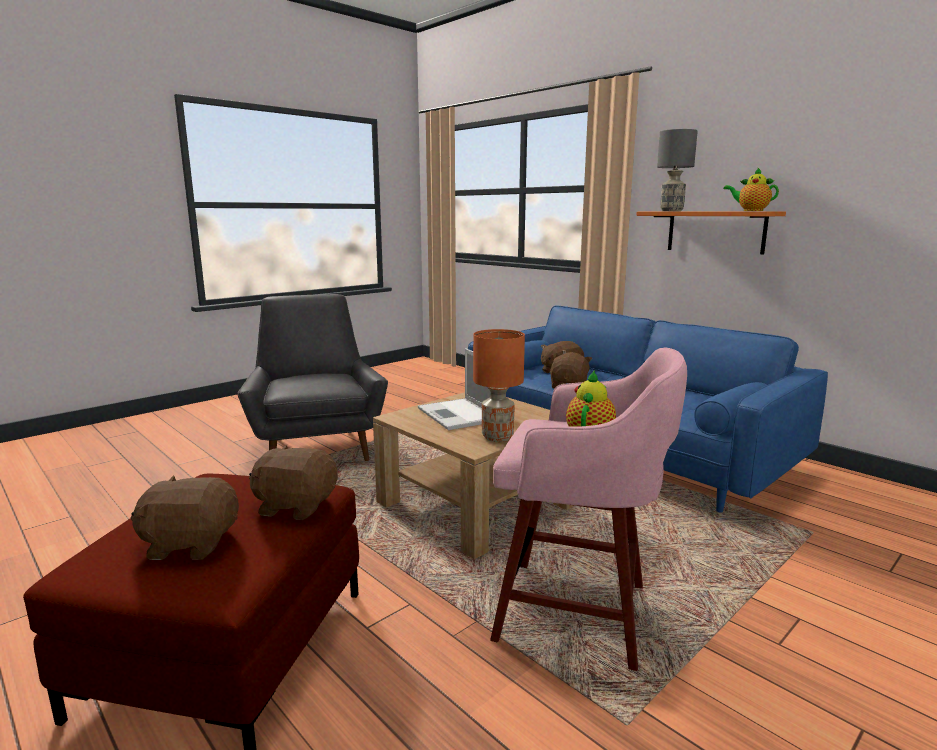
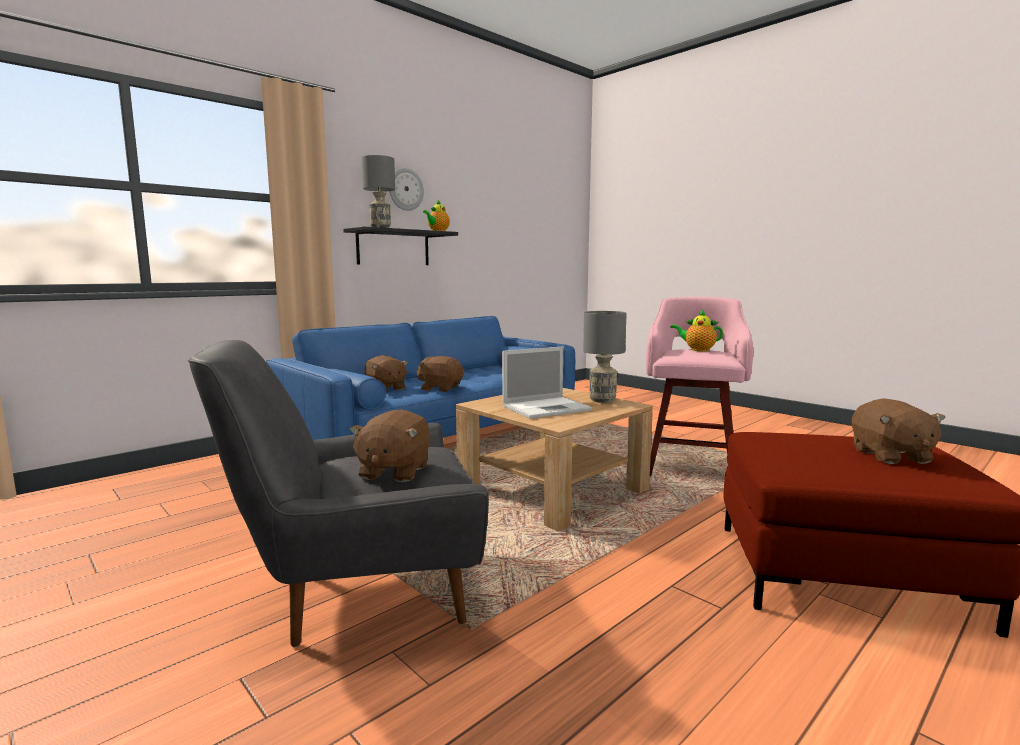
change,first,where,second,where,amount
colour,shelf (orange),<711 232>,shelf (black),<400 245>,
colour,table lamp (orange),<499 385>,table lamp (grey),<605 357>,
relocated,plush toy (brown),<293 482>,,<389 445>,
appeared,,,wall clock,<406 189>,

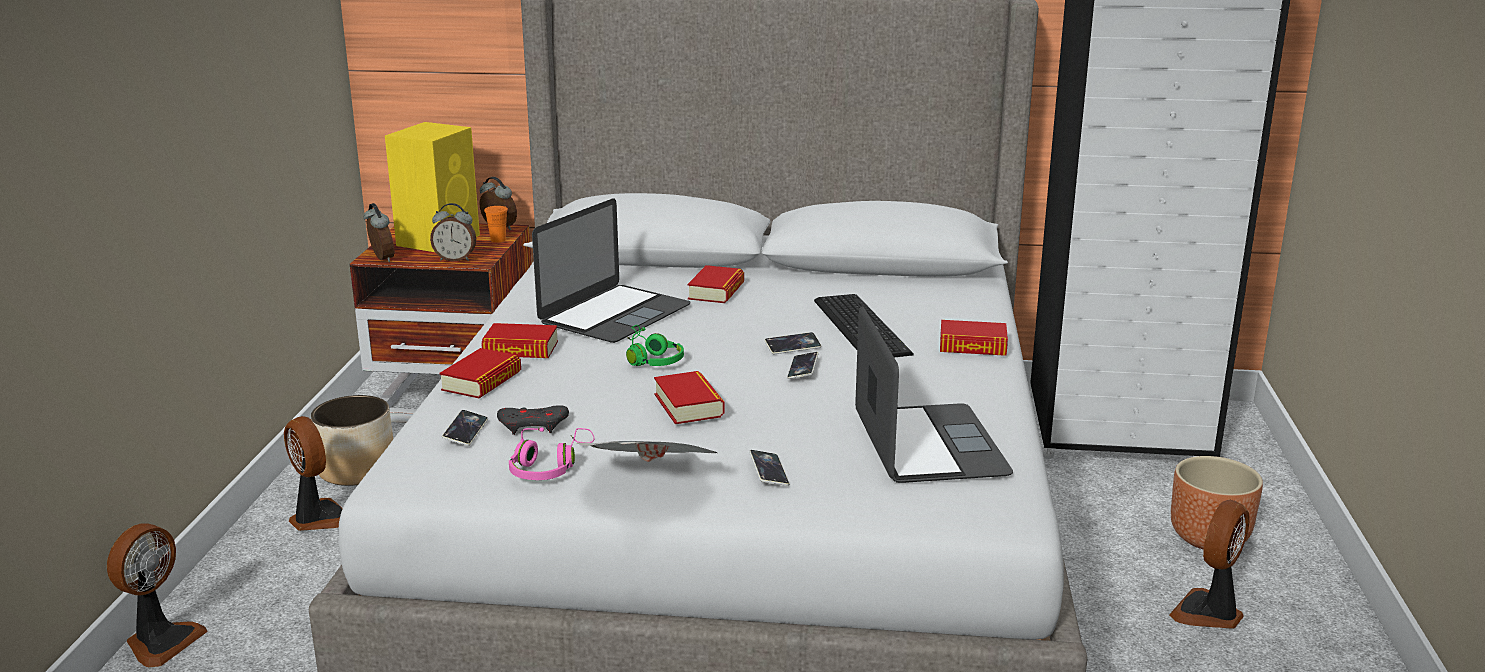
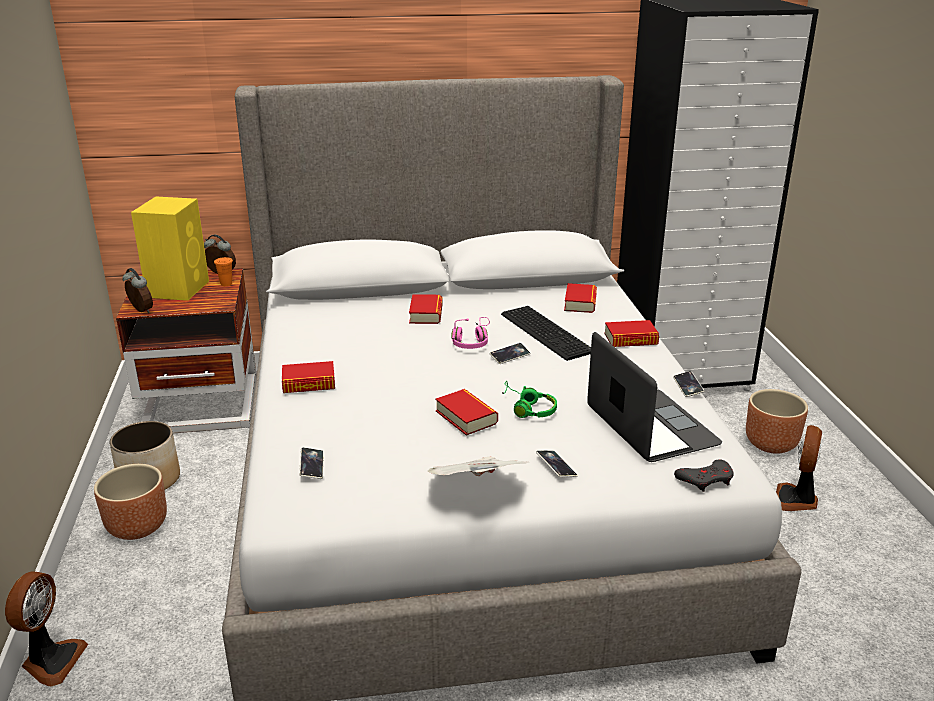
change,first,where,second,where,amount
missing,laptop,<611 271>,,,
missing,alarm clock,<453 232>,,,
relocated,headphones (green),<655 345>,,<529 399>,
relocated,book,<480 373>,,<580 298>,
relocated,phone,<803 365>,,<688 384>,
relocated,game controller (grey),<533 420>,,<704 475>,
exchanged,fan,<313 473>,planter (brown),<130 502>,
relocated,headphones (pink),<552 453>,,<470 333>,

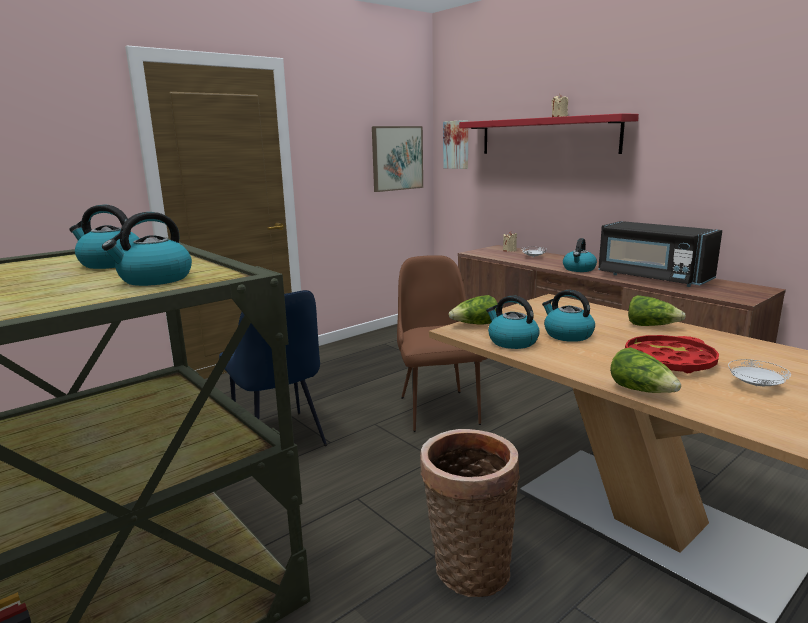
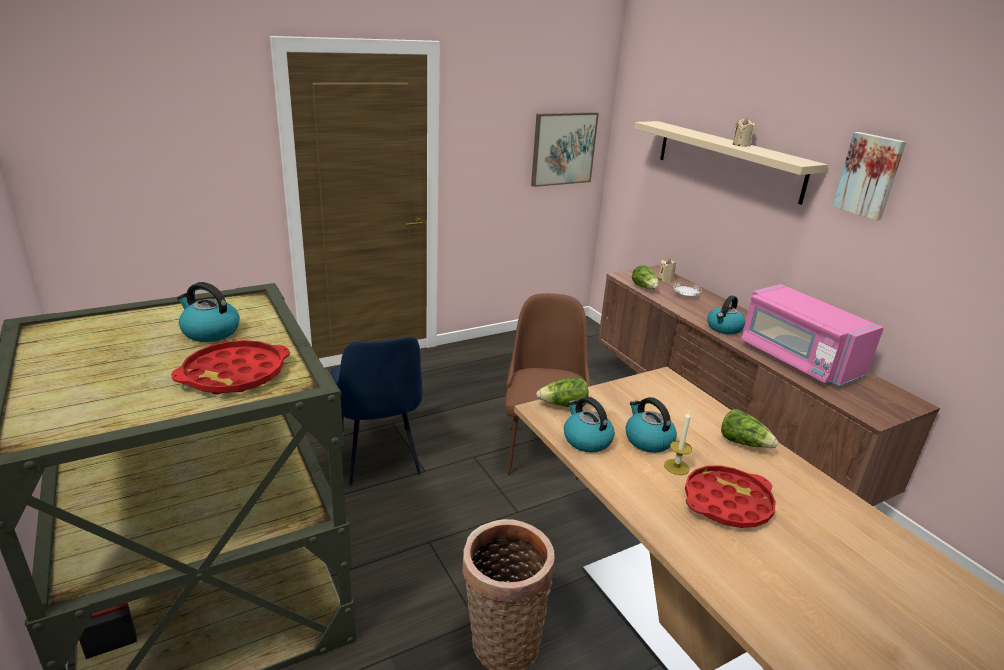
change,first,where,second,where,amount
colour,shelf (red),<549 133>,shelf (beige),<731 163>,
relocated,picture,<455 144>,,<869 176>,
exchanged,kettle,<147 249>,tray (red),<230 367>,
colour,microwave (black),<660 254>,microwave (pink),<812 335>,
relocated,lettuce,<645 370>,,<645 277>,
missing,plate (white),<759 372>,,,
appeared,,,candle,<678 443>,

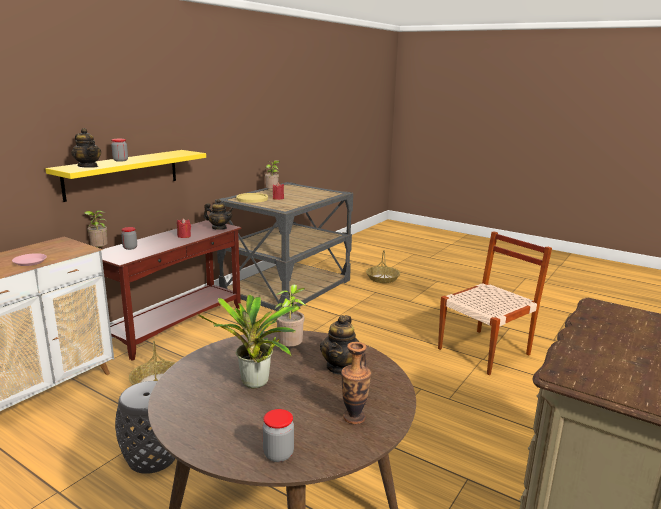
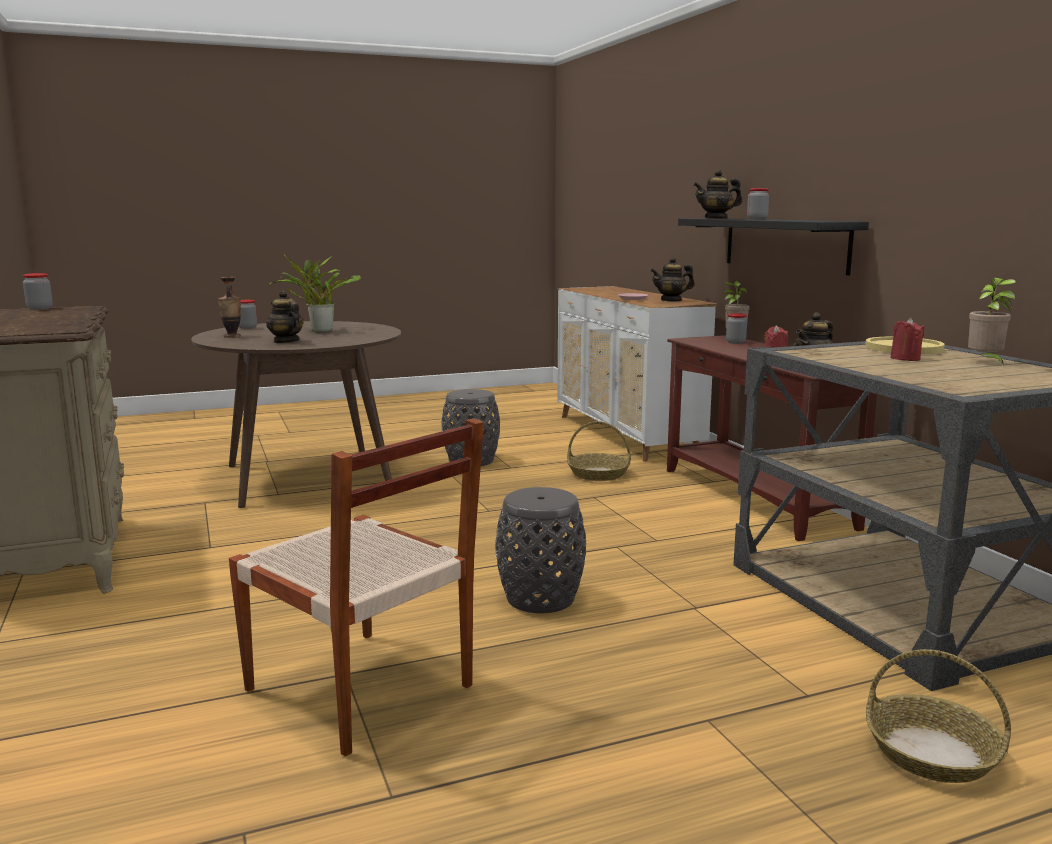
change,first,where,second,where,amount
colour,shelf (yellow),<125 176>,shelf (black),<773 246>,
spun,chair,<495 303>,,<356 587>,45 degrees counterclockwise
missing,potted plant,<290 315>,,,
appeared,,,teapot,<672 279>,
appeared,,,jar,<38 291>,
appeared,,,stool (grey),<540 550>,

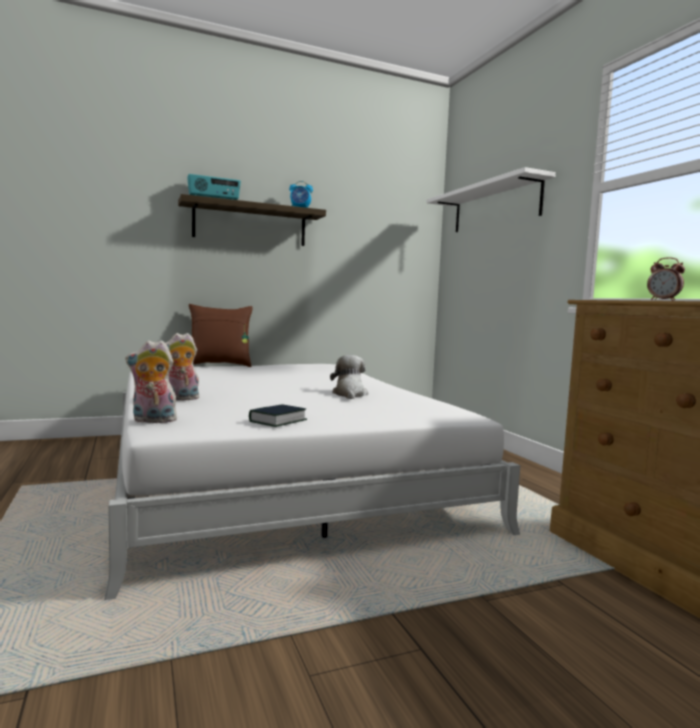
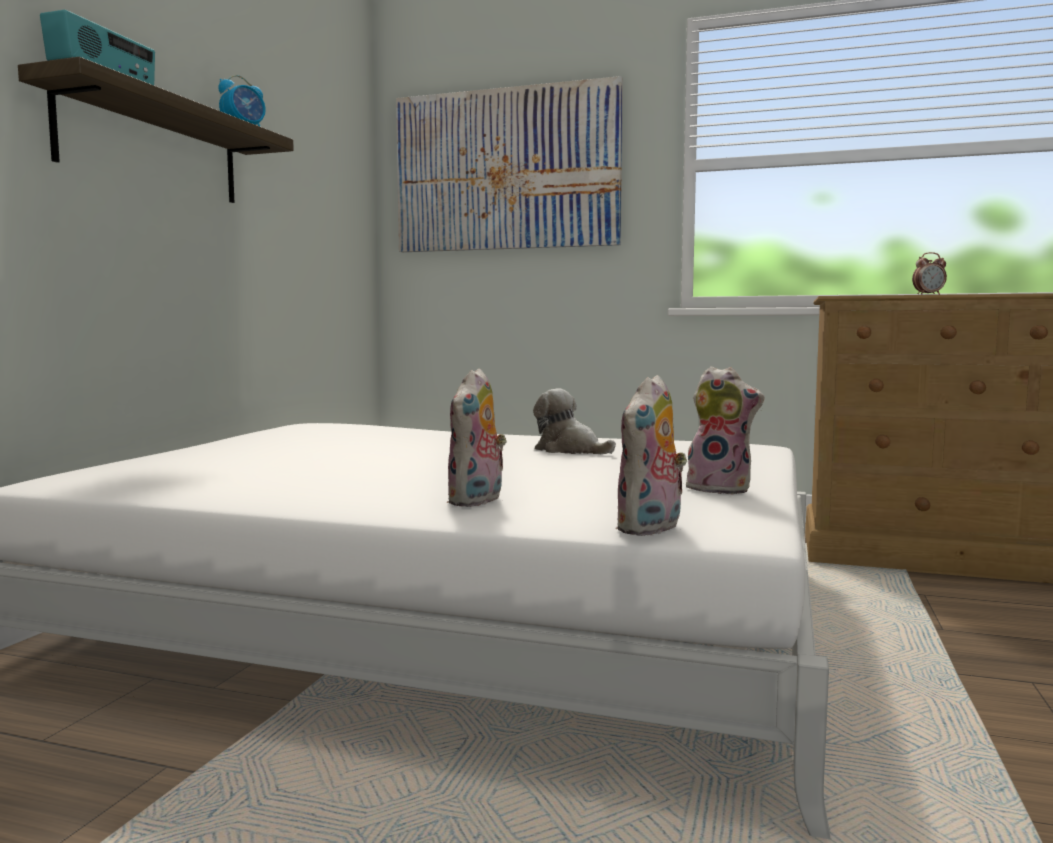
change,first,where,second,where,amount
exchanged,shelf (white),<491 199>,picture,<509 164>,
missing,pillow (brown),<221 335>,,,
exchanged,book,<278 415>,plush toy,<725 430>,

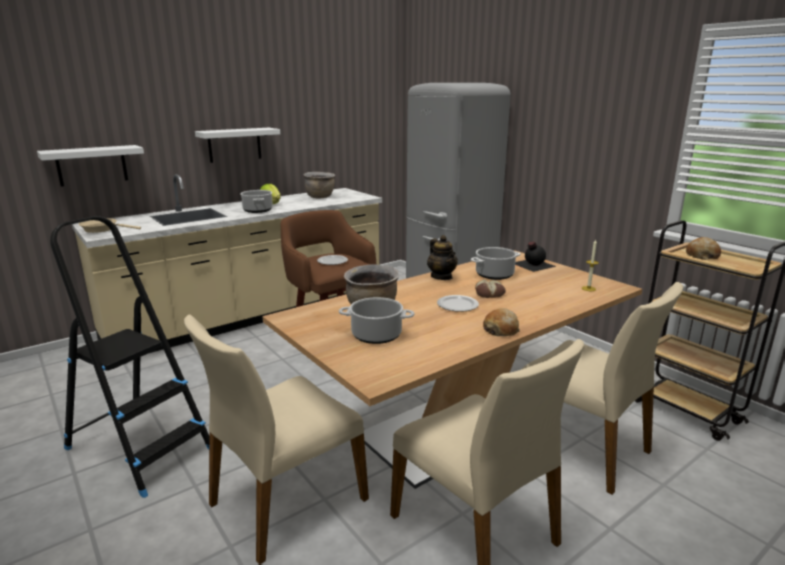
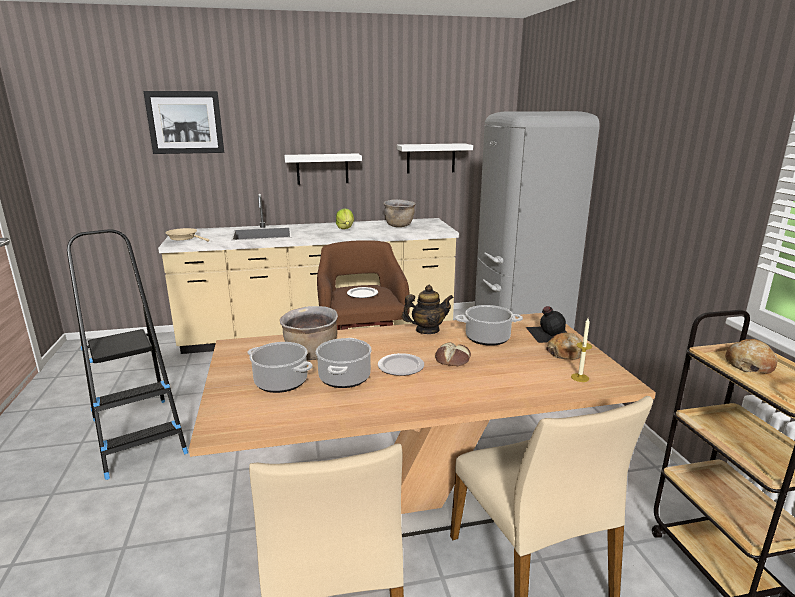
change,first,where,second,where,amount
relocated,shelf (white),<90 166>,,<435 158>,
relocated,cooking pot,<256 201>,,<344 363>,
spun,teapot,<442 257>,,<428 309>,105 degrees counterclockwise
relocated,bread,<501 322>,,<564 346>,
missing,chair (beige),<276 439>,,,
appeared,,,picture,<183 122>,

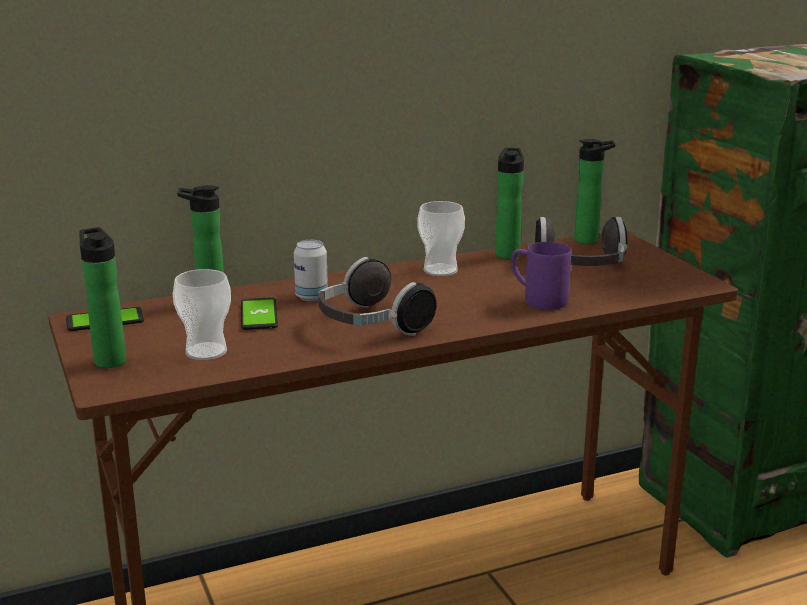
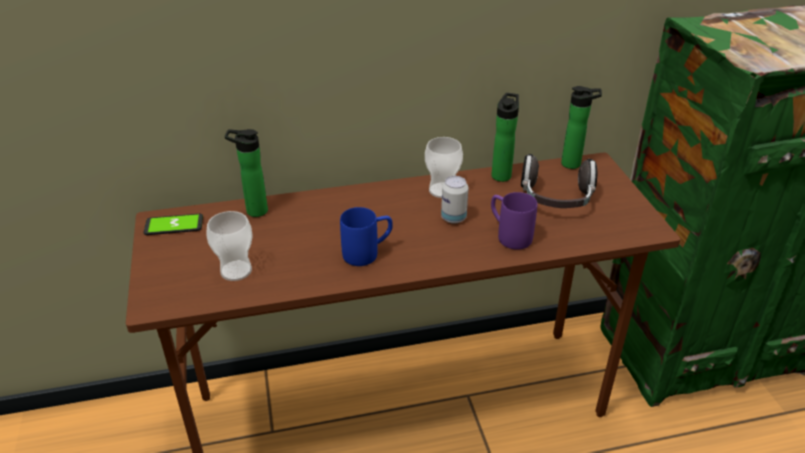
change,first,where,second,where,amount
missing,bottle,<103 297>,,,
relocated,can,<311 270>,,<454 200>,
exchanged,headphones,<377 296>,mug (blue),<366 236>,
missing,phone,<259 314>,,,

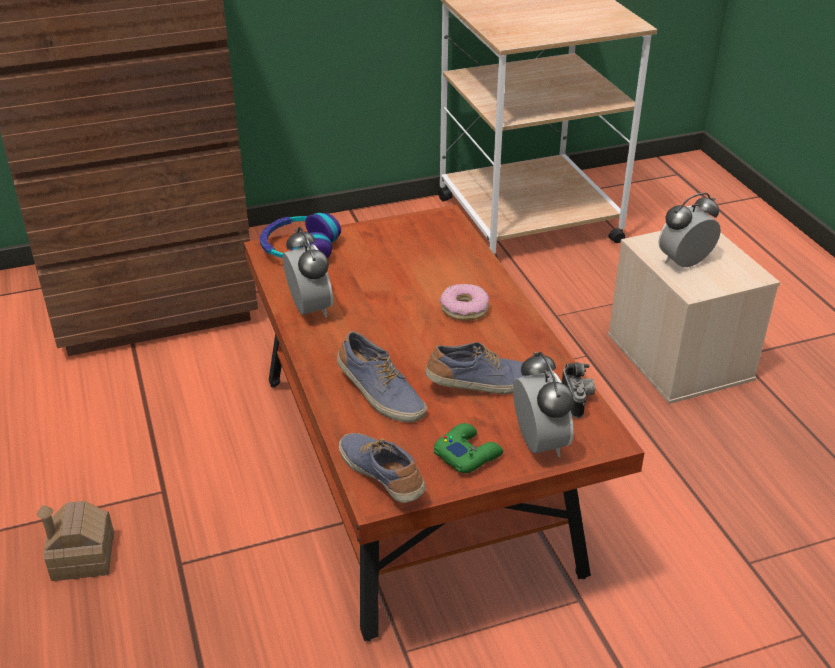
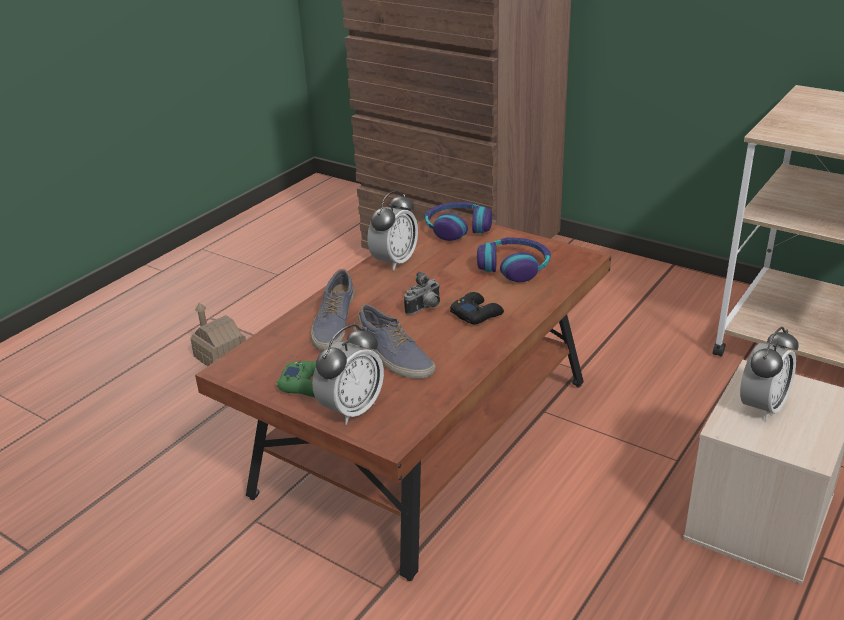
change,first,where,second,where,amount
spun,alarm clock,<689 230>,,<769 374>,105 degrees clockwise
exchanged,donut,<464 302>,game controller (black),<477 308>,
relocated,photo camera,<578 390>,,<422 293>,
missing,shoe,<382 468>,,,
appeared,,,headphones,<514 260>,

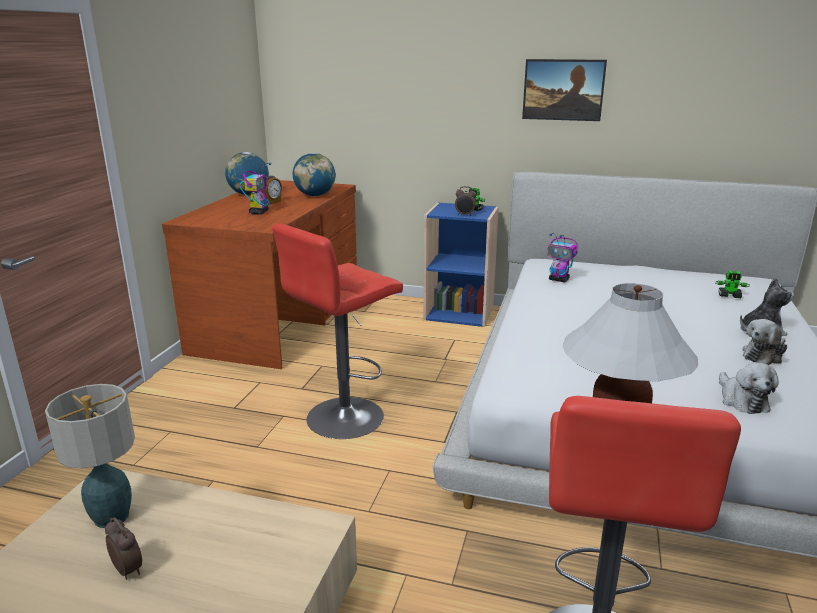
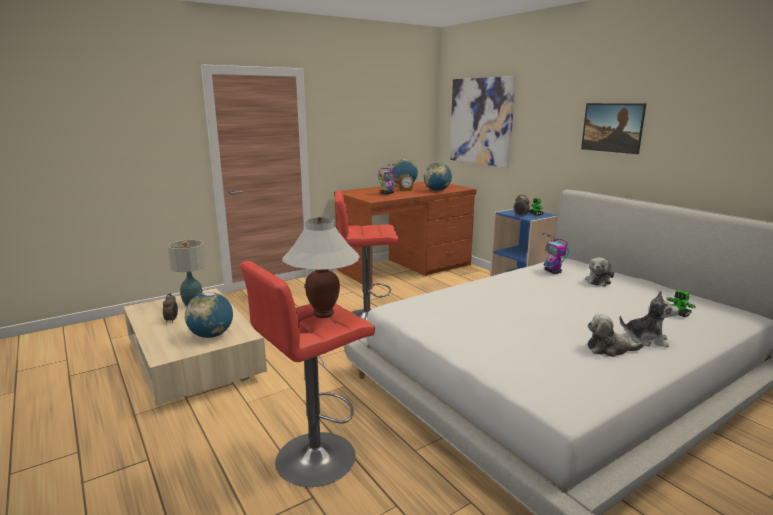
change,first,where,second,where,amount
relocated,plush toy,<749 388>,,<599 272>,
appeared,,,picture,<483 122>,
appeared,,,globe,<209 315>,

